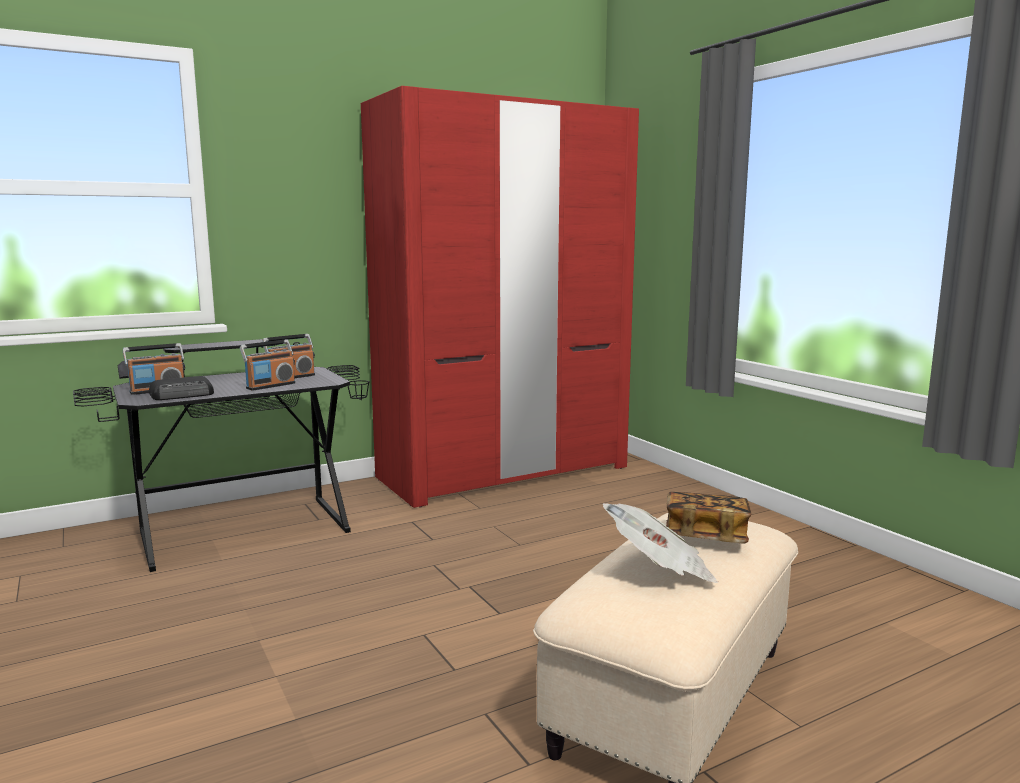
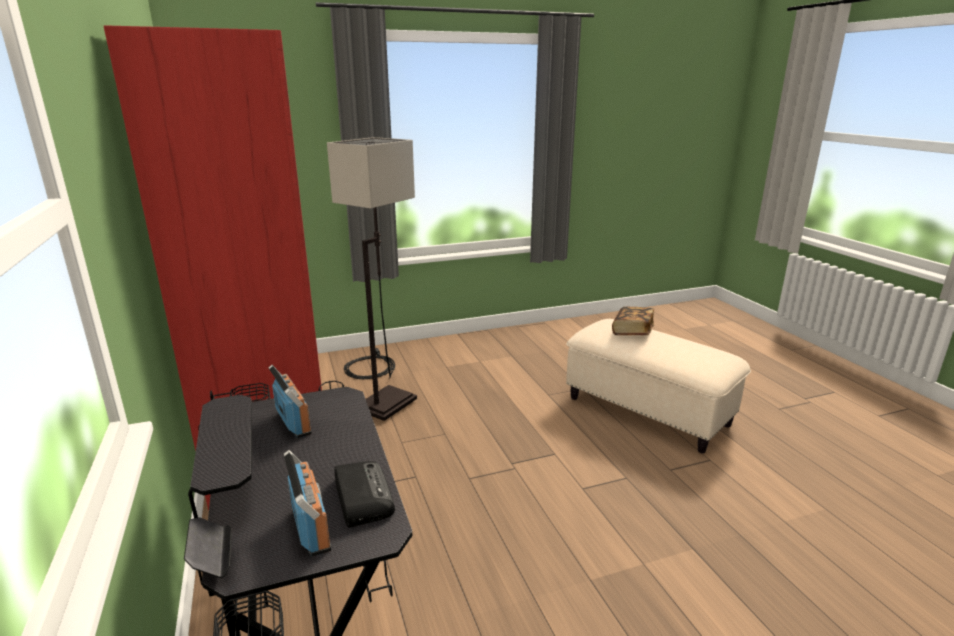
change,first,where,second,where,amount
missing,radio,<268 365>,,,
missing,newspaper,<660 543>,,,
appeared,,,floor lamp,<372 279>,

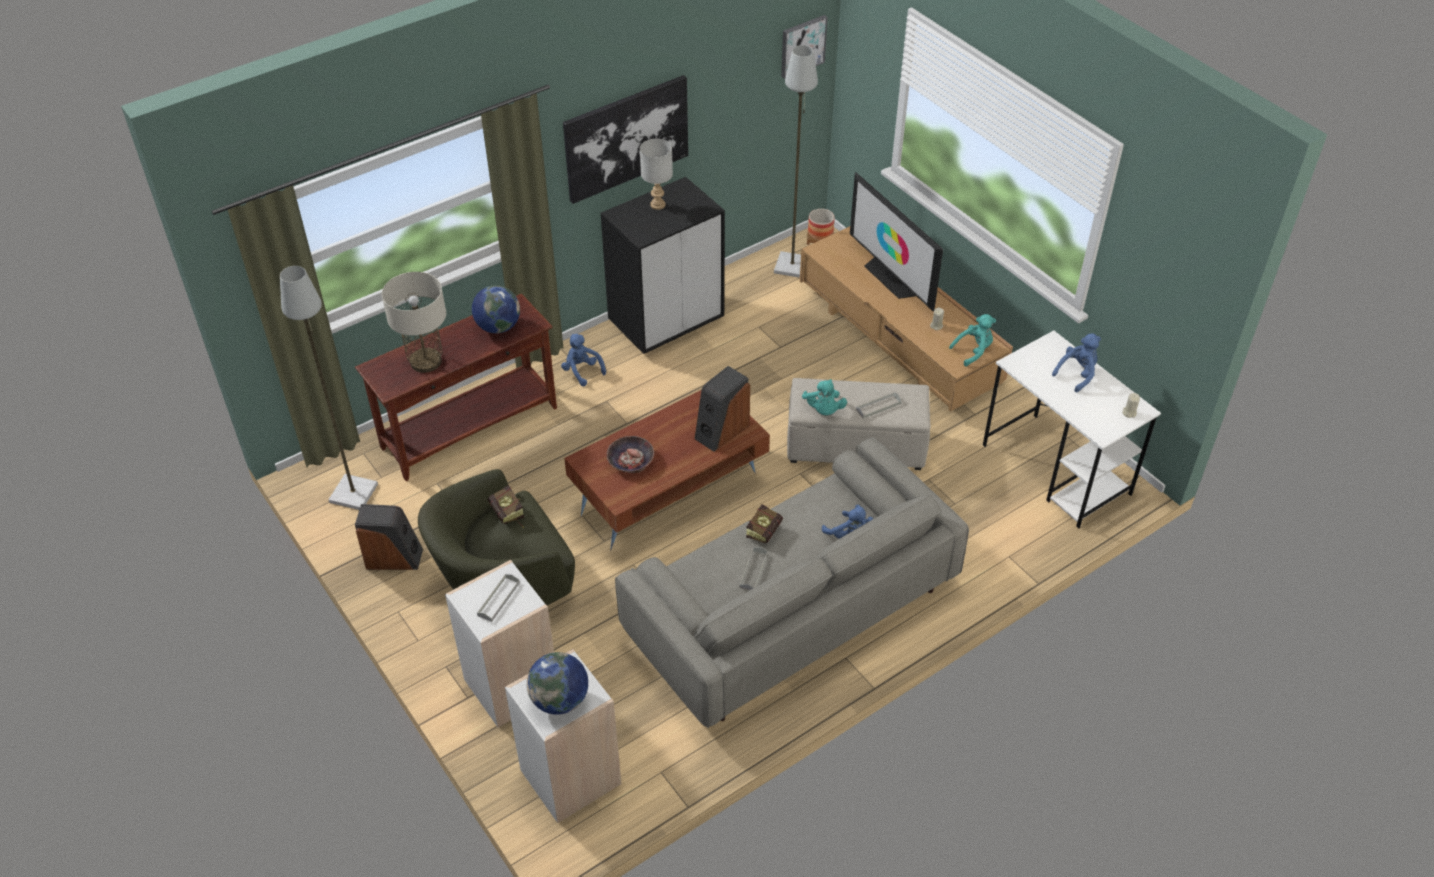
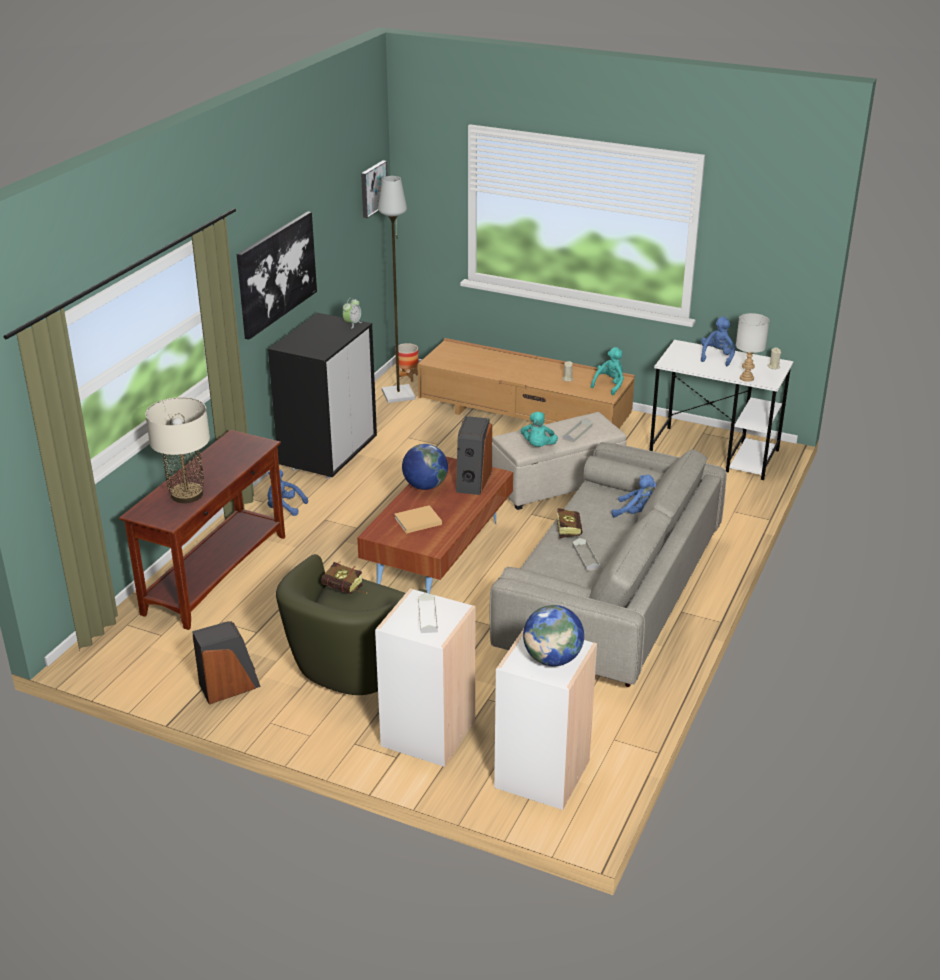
change,first,where,second,where,amount
relocated,table lamp (grey),<656 174>,,<752 347>,
missing,television,<896 241>,,,
missing,floor lamp (grey),<329 388>,,,
relocated,globe,<496 309>,,<425 467>,
spun,plush toy (turquoise),<824 397>,,<539 429>,45 degrees clockwise
exchanged,bowl,<630 454>,book (beige),<418 519>,
appeared,,,alarm clock,<352 313>,

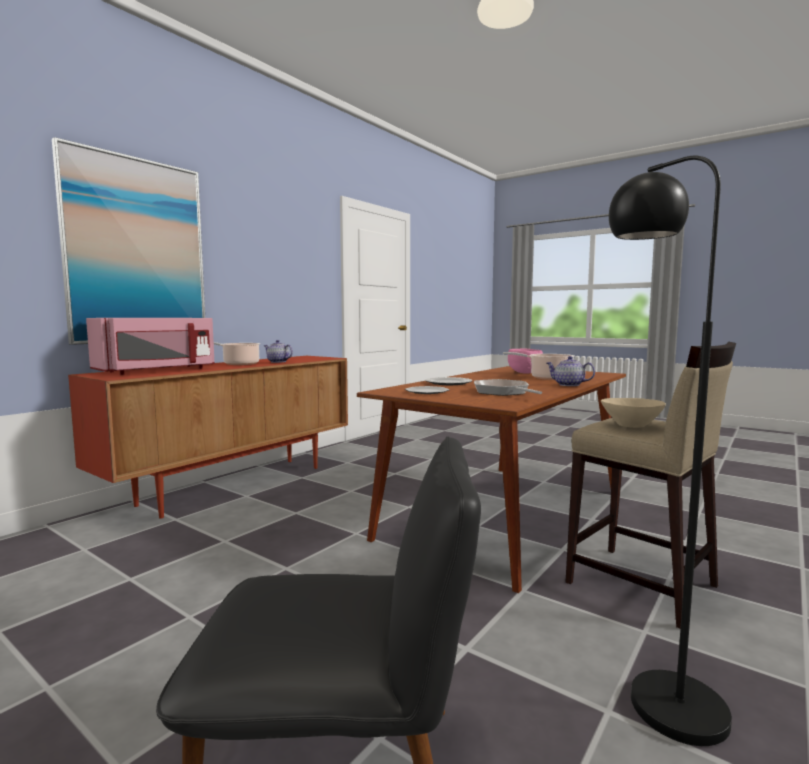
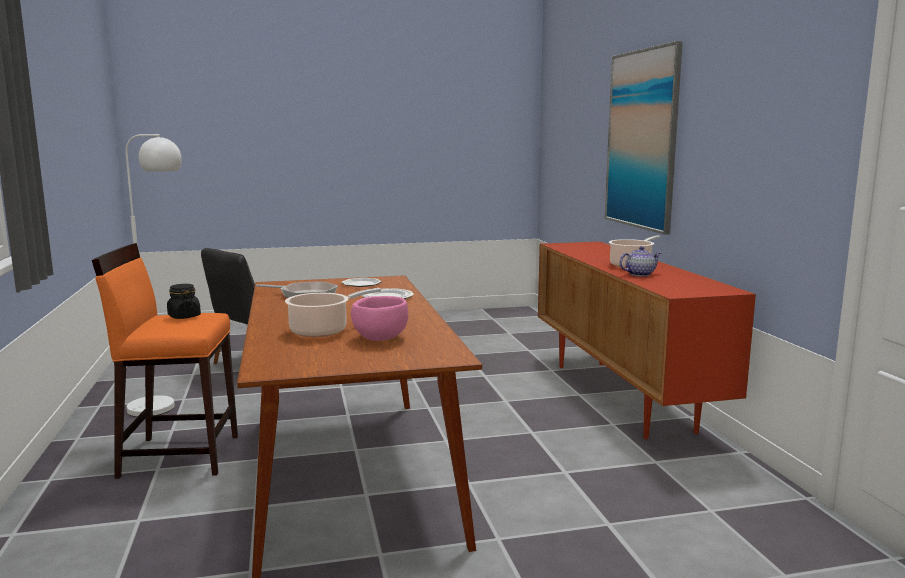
change,first,where,second,where,amount
colour,floor lamp (black),<670 450>,floor lamp (white),<153 275>,
missing,microwave (pink),<150 346>,,,
colour,stool (beige),<650 485>,stool (orange),<165 361>,
missing,teapot,<571 371>,,,
exchanged,bowl (beige),<633 413>,jar (black),<184 301>,

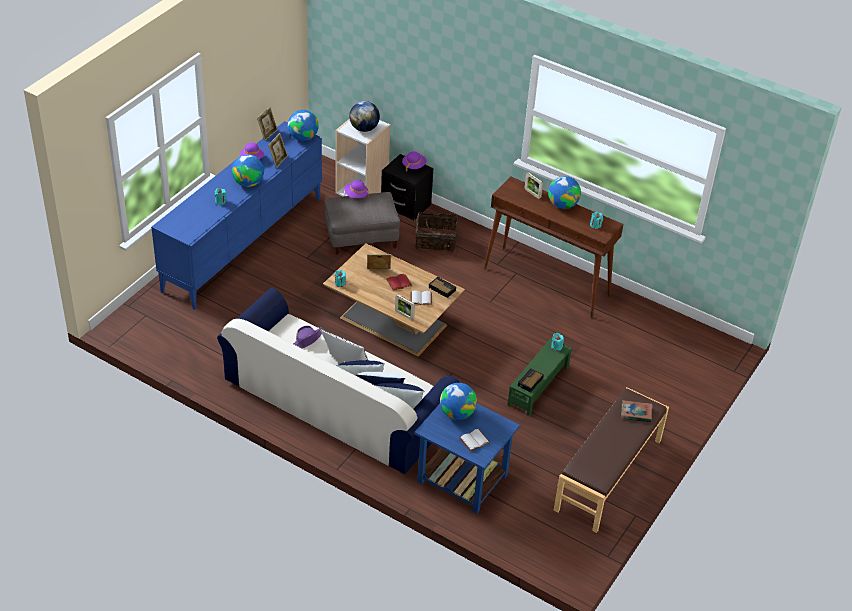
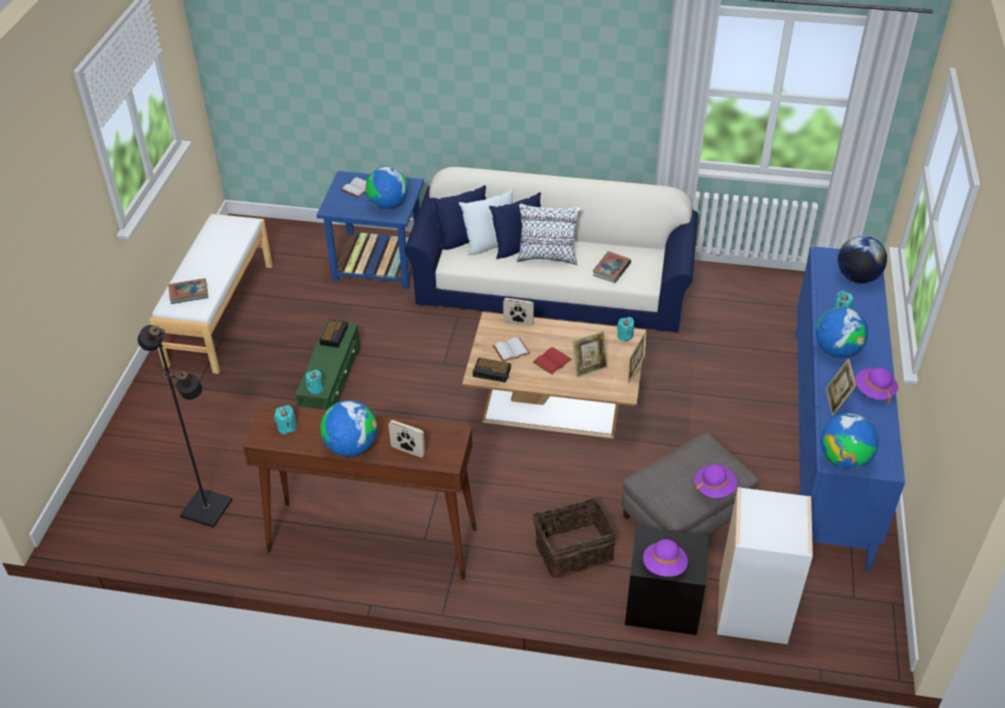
change,first,where,second,where,amount
relocated,globe,<364 116>,,<862 259>,
relocated,picture frame,<267 124>,,<637 357>,
exchanged,hat (purple),<309 337>,book,<612 267>,
colour,bench (brown),<611 460>,bench (white),<211 294>,
appeared,,,floor lamp (black),<185 426>,

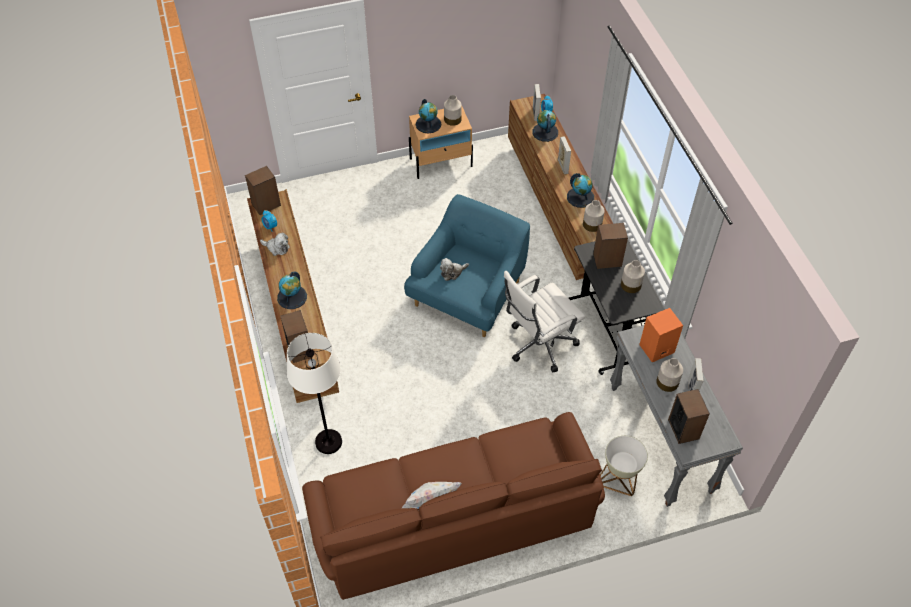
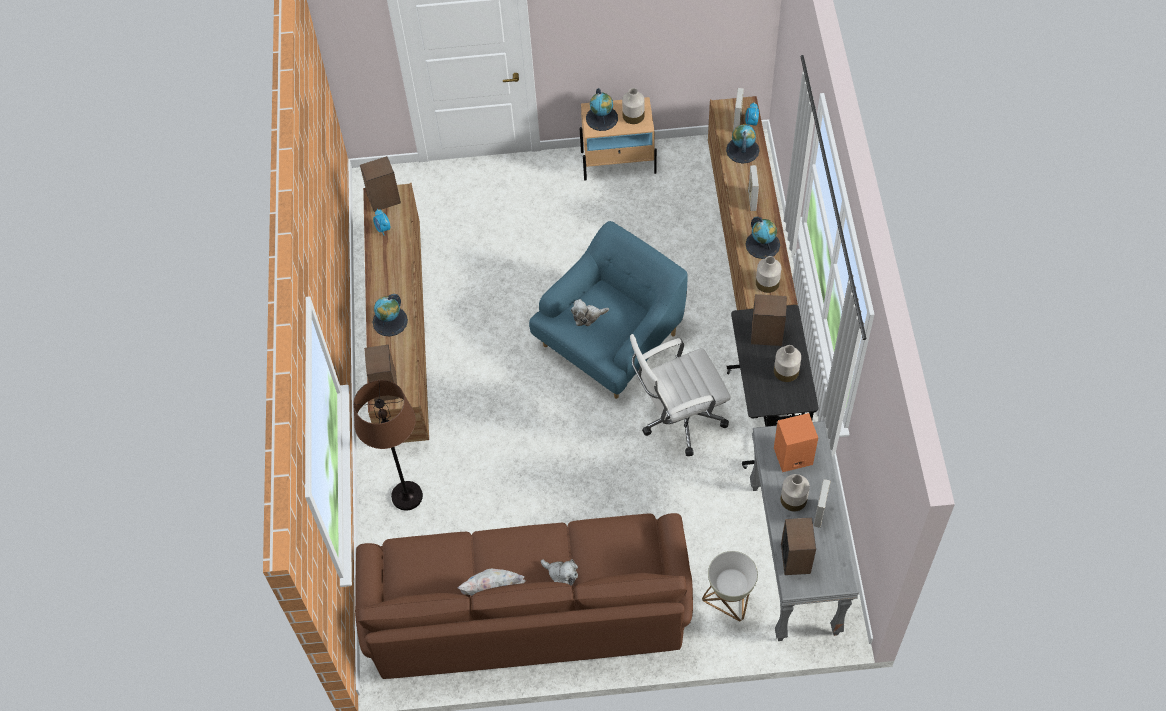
change,first,where,second,where,amount
relocated,plush toy,<275 244>,,<559 572>,
colour,floor lamp (white),<314 393>,floor lamp (brown),<388 445>,

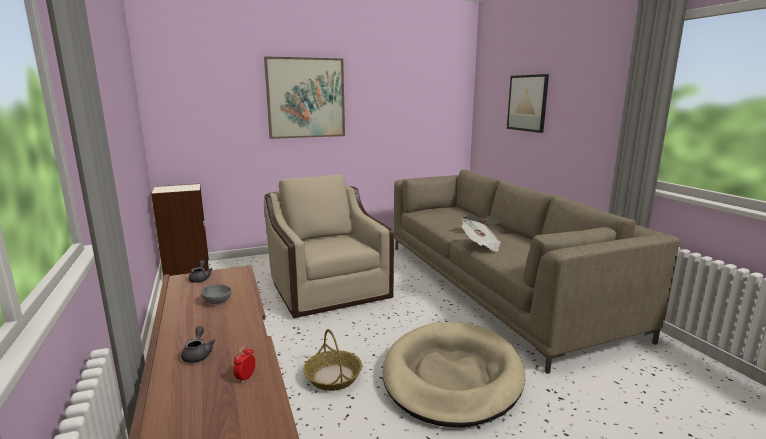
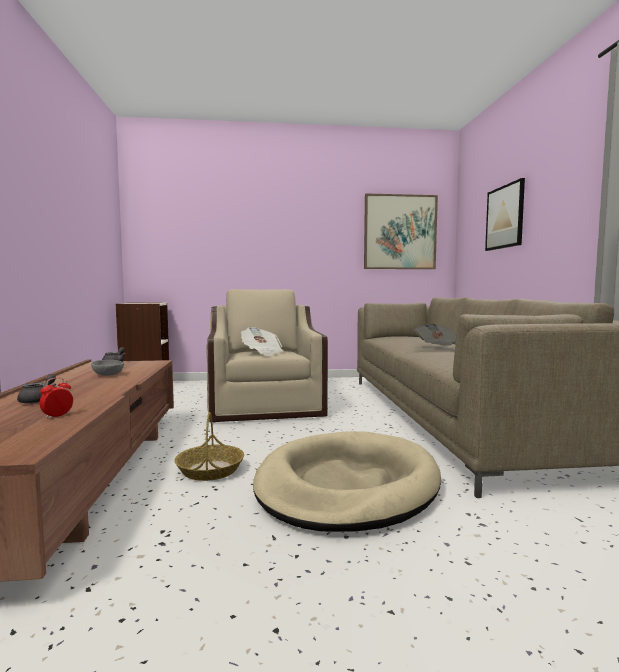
change,first,where,second,where,amount
relocated,picture,<304 97>,,<401 231>,
relocated,newspaper,<481 235>,,<262 341>,

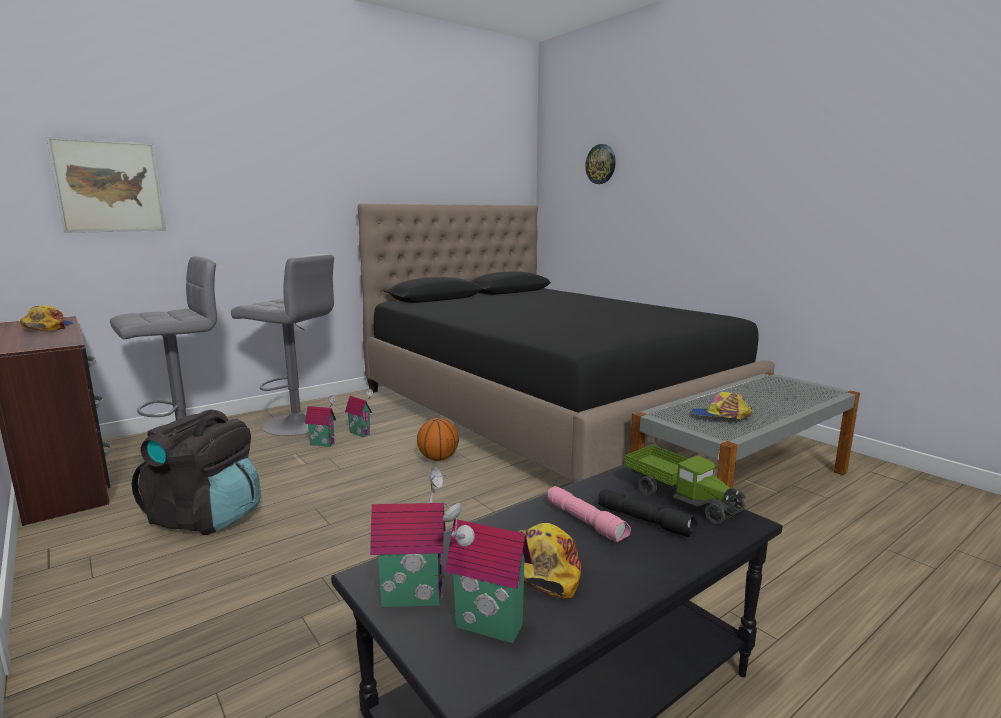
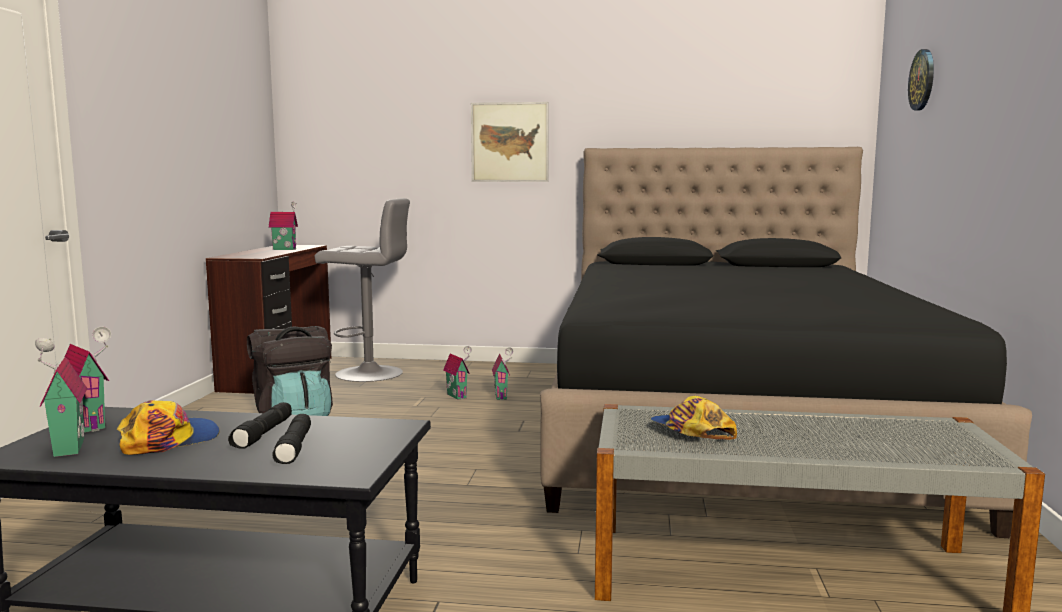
change,first,where,second,where,amount
relocated,picture,<106 185>,,<510 142>,
missing,stool (grey),<282 345>,,,
exchanged,cap,<46 318>,toy house,<283 226>,
missing,basketball,<438 439>,,,
missing,toy truck,<685 484>,,,
colour,flashlight (pink),<589 514>,flashlight (black),<260 425>,

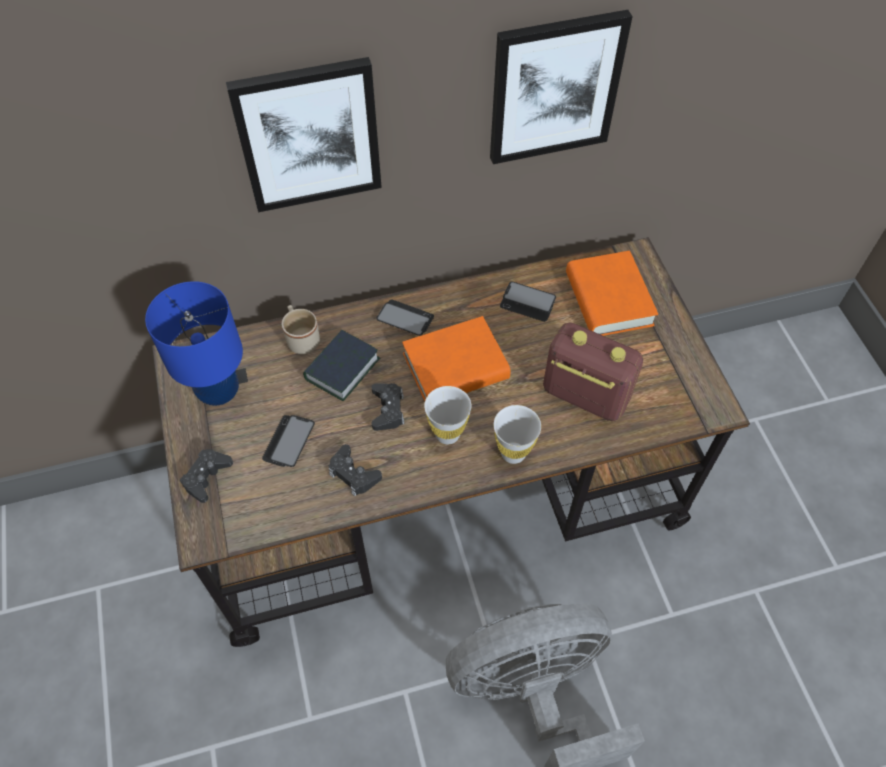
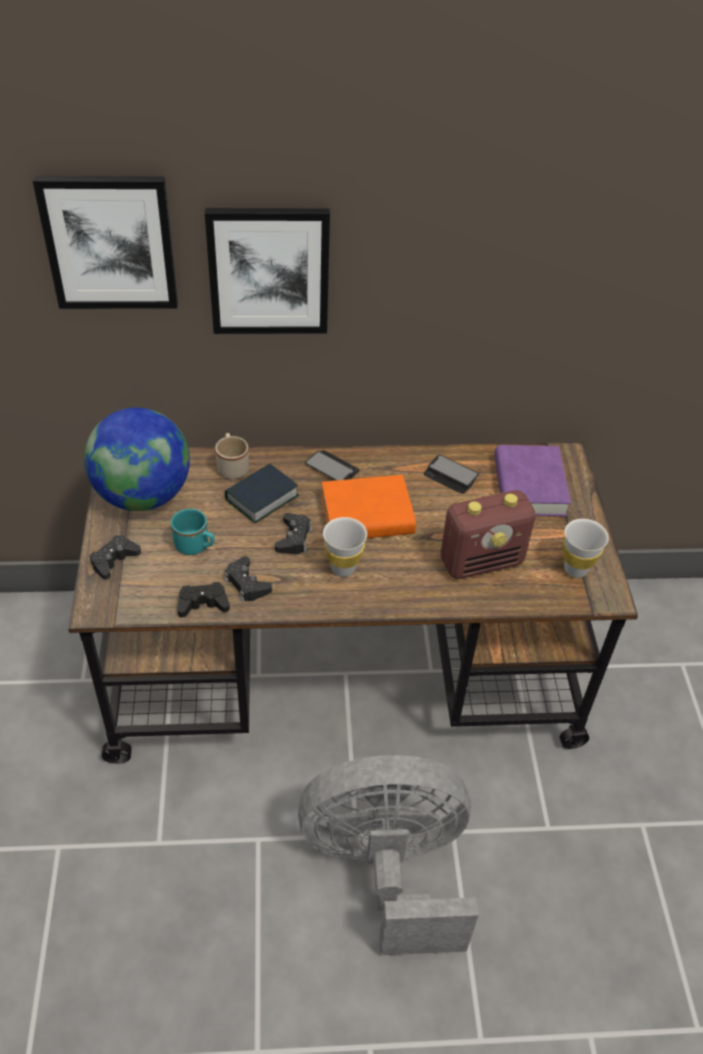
change,first,where,second,where,amount
relocated,picture,<561 87>,,<105 242>,
colour,book (orange),<612 293>,book (purple),<532 481>,
exchanged,table lamp (blue),<194 343>,globe,<137 459>,
spun,radio,<593 371>,,<488 534>,120 degrees clockwise
relocated,cup (white),<517 434>,,<586 548>,
exchanged,phone,<288 441>,mug (turquoise),<192 532>,
appeared,,,game controller (black),<203 599>,

